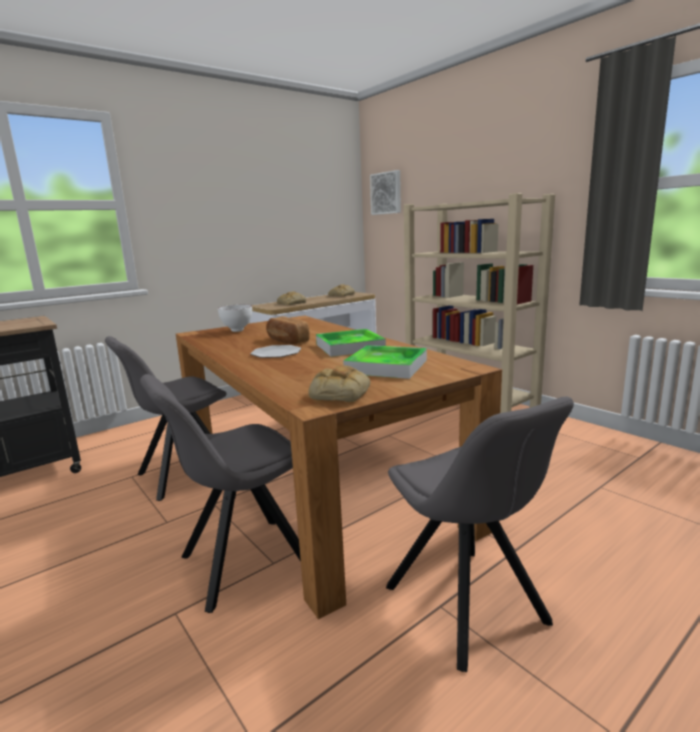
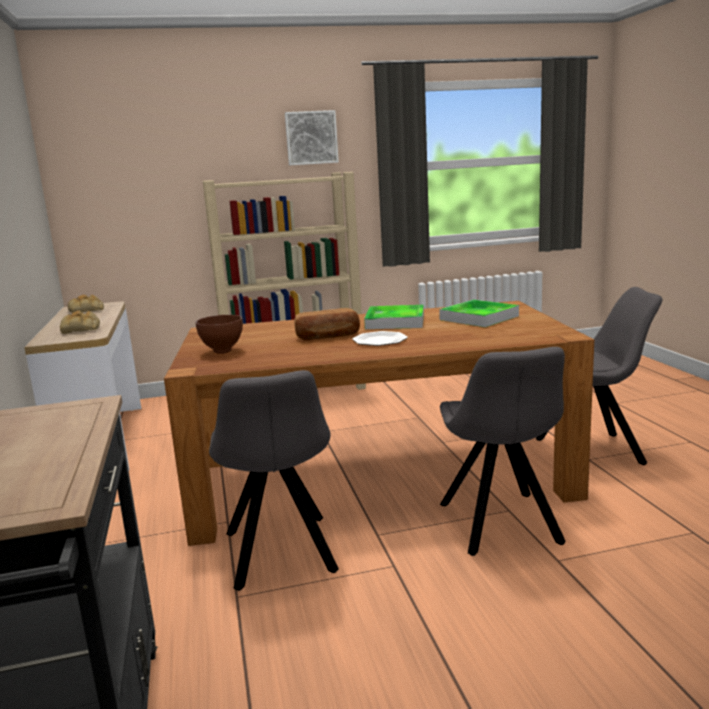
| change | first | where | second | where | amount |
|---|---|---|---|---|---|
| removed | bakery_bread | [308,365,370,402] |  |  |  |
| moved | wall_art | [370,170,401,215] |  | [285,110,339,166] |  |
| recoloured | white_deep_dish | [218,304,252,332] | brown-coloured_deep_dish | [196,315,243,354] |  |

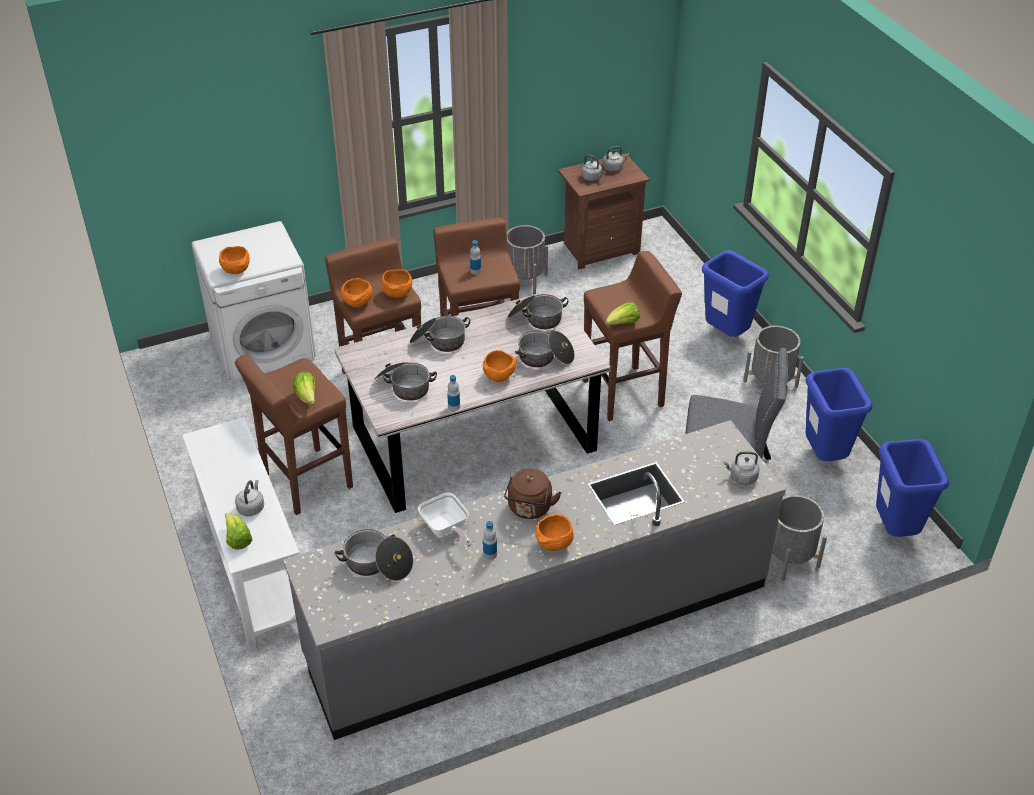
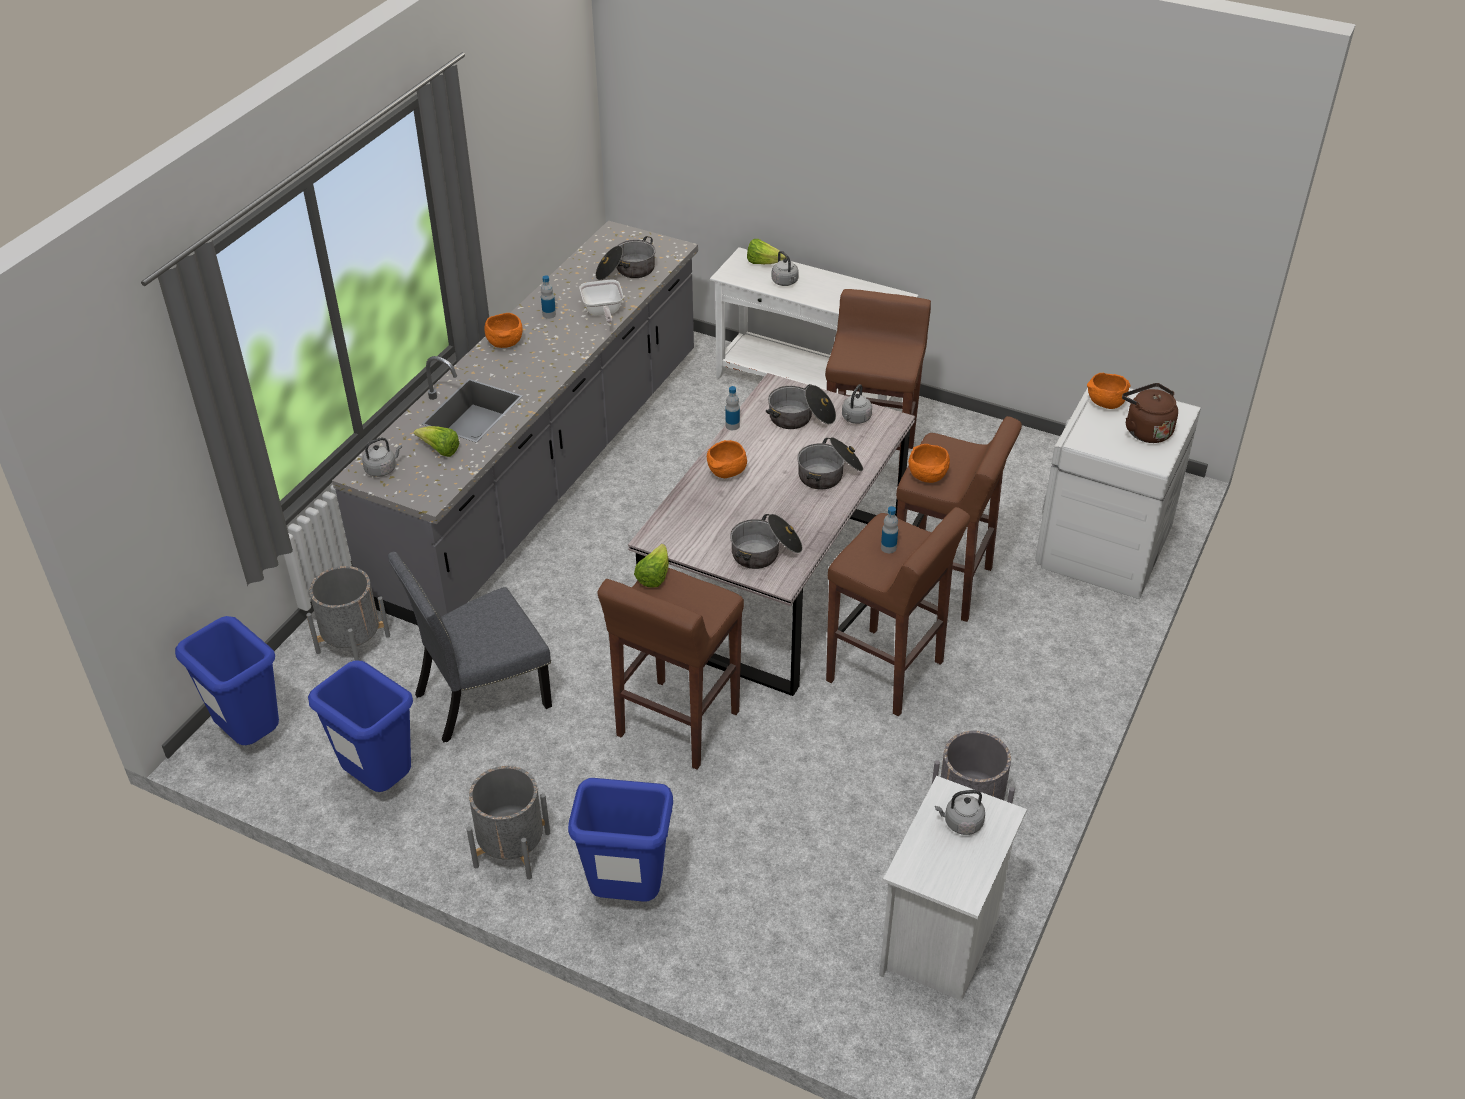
| change | first | where | second | where | amount |
|---|---|---|---|---|---|
| removed | orange_deep_dish | [341,278,373,308] |  |  |  |
| removed | stockpot | [515,330,575,367] |  |  |  |
| moved | lettuce_head | [293,372,316,405] |  | [414,426,459,457] |  |
| moved | brown-coloured_kettle | [504,469,562,519] |  | [1122,383,1178,443] |  |
| moved | grey_kettle | [603,146,629,172] |  | [842,384,872,424] |  |
| recoloured | brown-coloured_nightstand | [558,153,649,270] | white_nightstand | [879,776,1027,1001] |  |
| turned | skillet | [418,493,472,547] |  | [579,280,623,323] | 120 degrees counterclockwise |

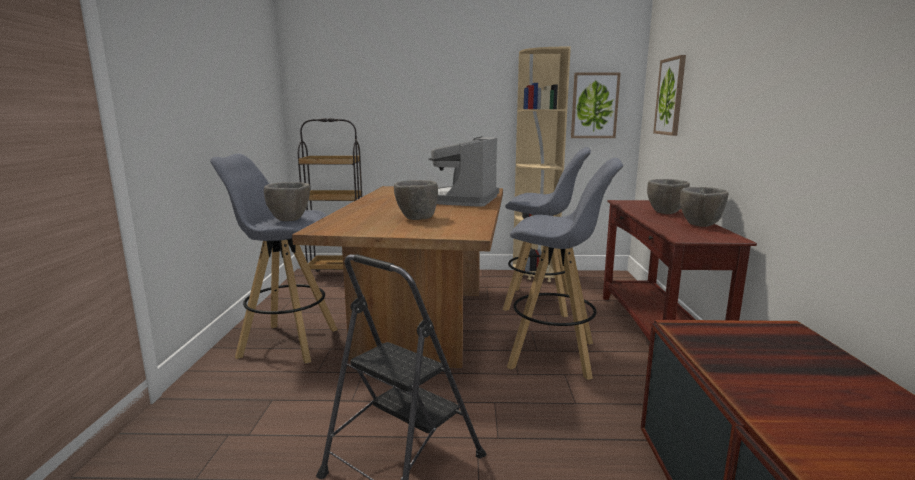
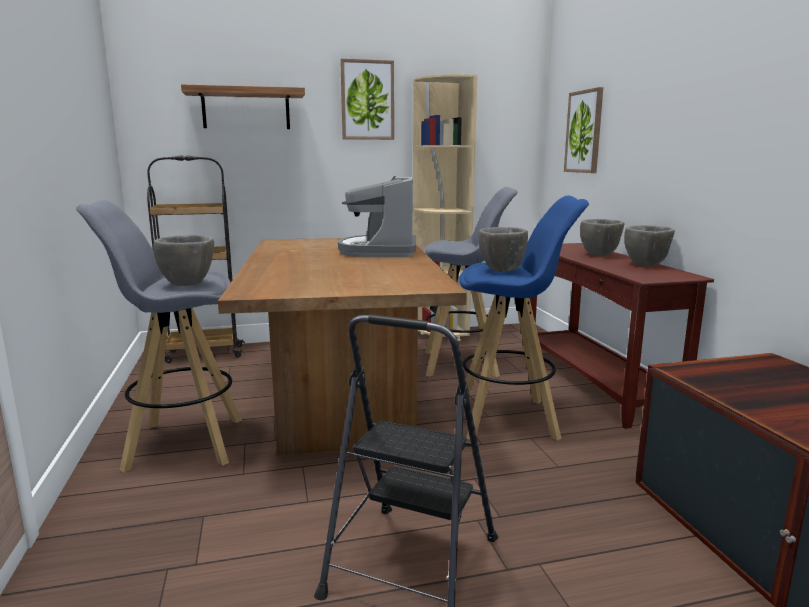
| change | first | where | second | where | amount |
|---|---|---|---|---|---|
| added |  |  | shelf | [181,84,305,129] |  |
| moved | grey_deep_dish | [394,180,438,220] |  | [478,227,528,272] |  |
| moved | wall_art | [571,72,621,138] |  | [340,59,394,140] |  |
| recoloured | grey_stool_seat | [507,158,623,380] | bluish_stool_seat | [460,196,589,441] |  |

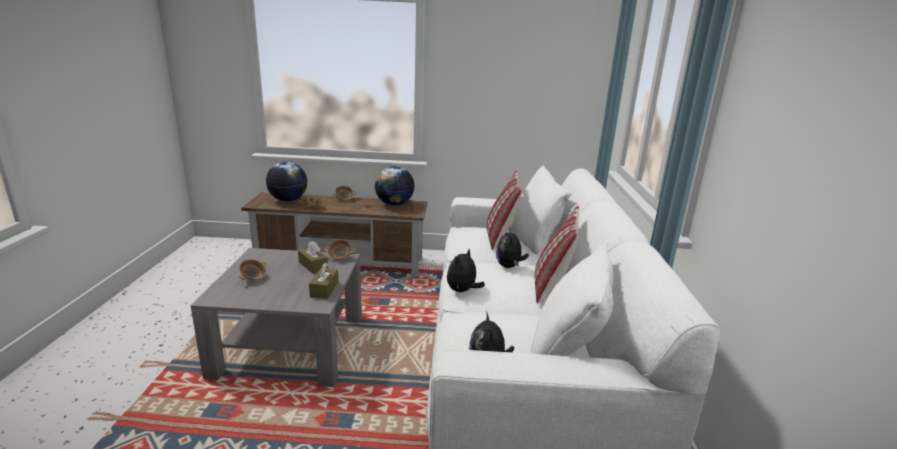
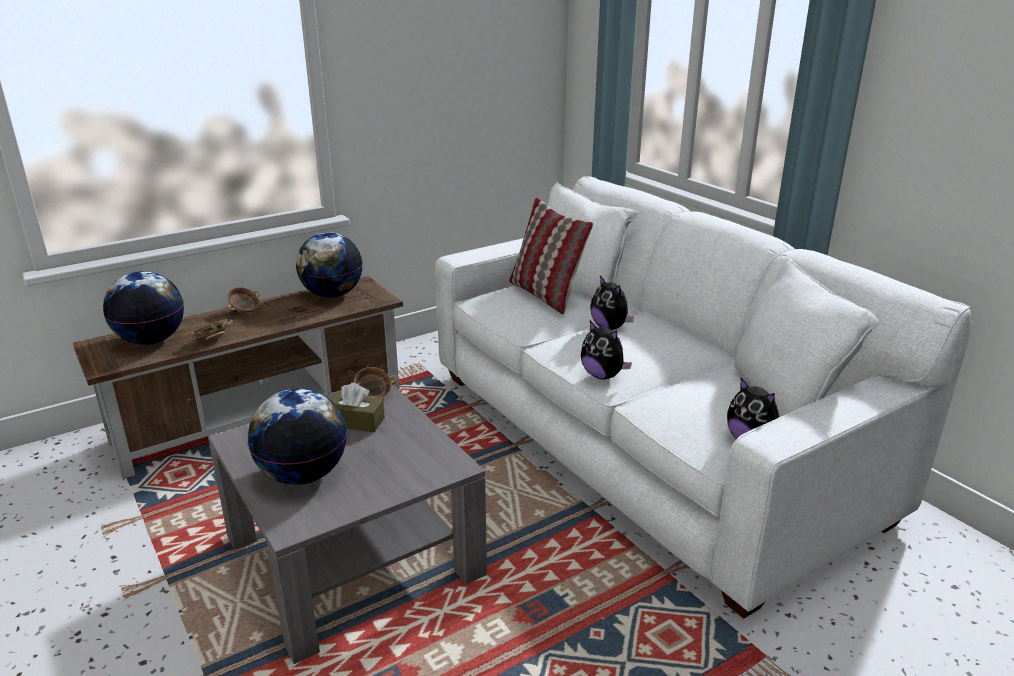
| change | first | where | second | where | amount |
|---|---|---|---|---|---|
| removed | brown-coloured_box_of_tissues | [309,263,338,299] |  |  |  |
| removed | pillow | [535,205,579,303] |  |  |  |
| replaced | deep_dish | [239,259,266,281] | world_globe | [248,388,347,485] |  |
| turned | cuddly_toy | [447,249,485,292] |  | [581,321,632,380] | 45 degrees counterclockwise |

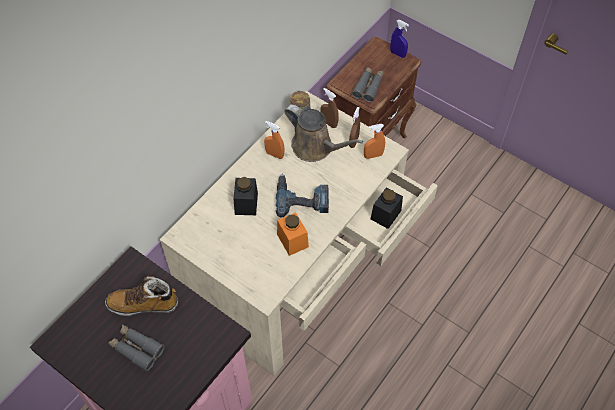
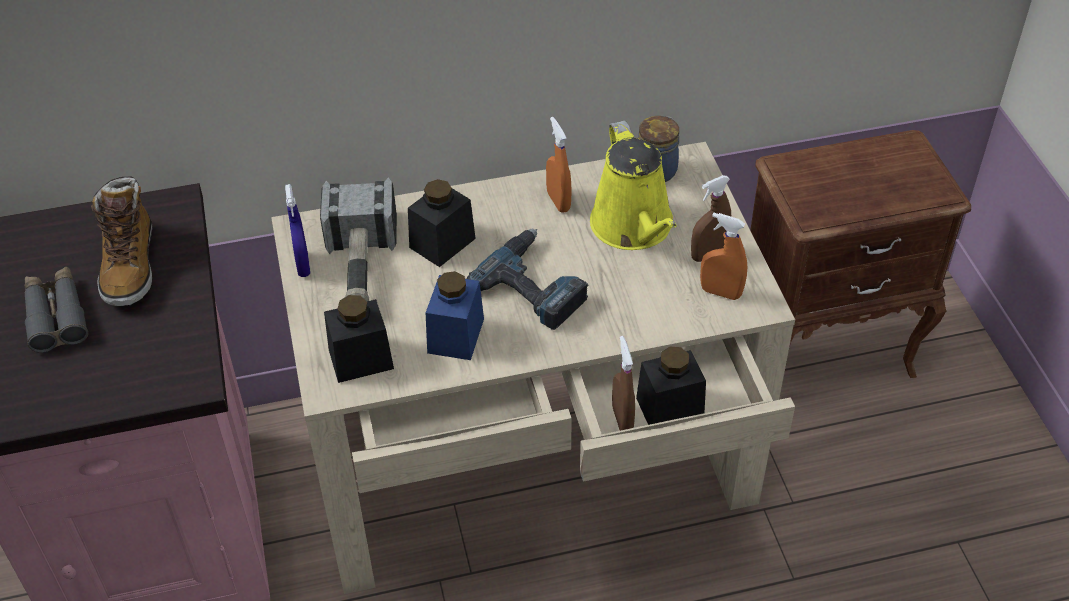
| change | first | where | second | where | amount |
|---|---|---|---|---|---|
| removed | grey_binoculars | [352,67,384,102] |  |  |  |
| added |  |  | hammer | [320,178,397,301] |  |
| added |  |  | black_preserve_jar | [324,295,394,383] |  |
| moved | brown-coloured_spray_bottle | [320,88,339,128] |  | [612,336,635,431] |  |
| moved | bluish_spray_bottle | [390,20,409,58] |  | [285,184,310,277] |  |
| recoloured | orange_preserve_jar | [277,212,309,256] | bluish_preserve_jar | [426,271,484,360] |  |
| recoloured | brown-coloured_watering_can | [284,104,363,162] | yellowish_watering_can | [590,121,677,250] |  |
| turned | tall_boot | [105,276,178,316] |  | [91,177,153,306] | 135 degrees counterclockwise |

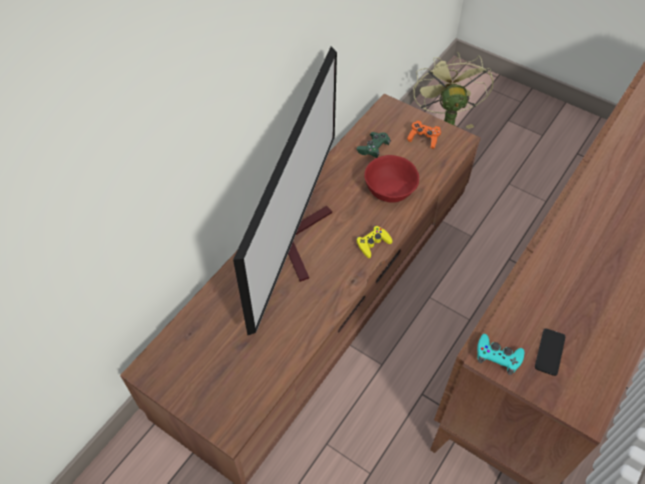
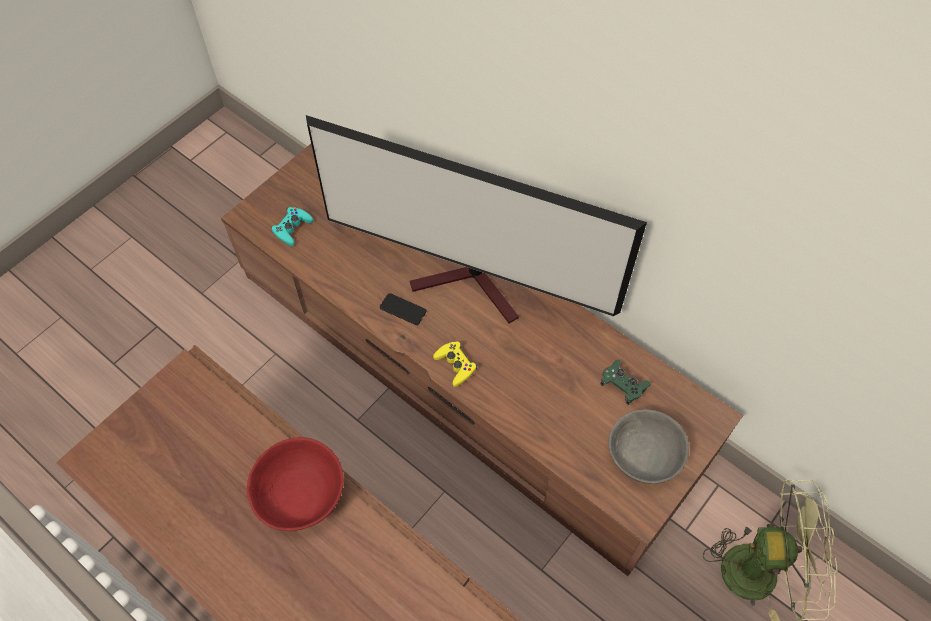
| change | first | where | second | where | amount |
|---|---|---|---|---|---|
| moved | red_deep_dish | [364,155,419,203] |  | [247,437,344,531] |  |
| moved | turquoise-coloured_gamepad | [477,334,524,375] |  | [271,207,313,246] |  |
| moved | handset | [535,328,565,376] |  | [380,293,426,325] |  |
| replaced | orange_gamepad | [407,121,441,149] | grey_deep_dish | [609,409,689,484] |  |

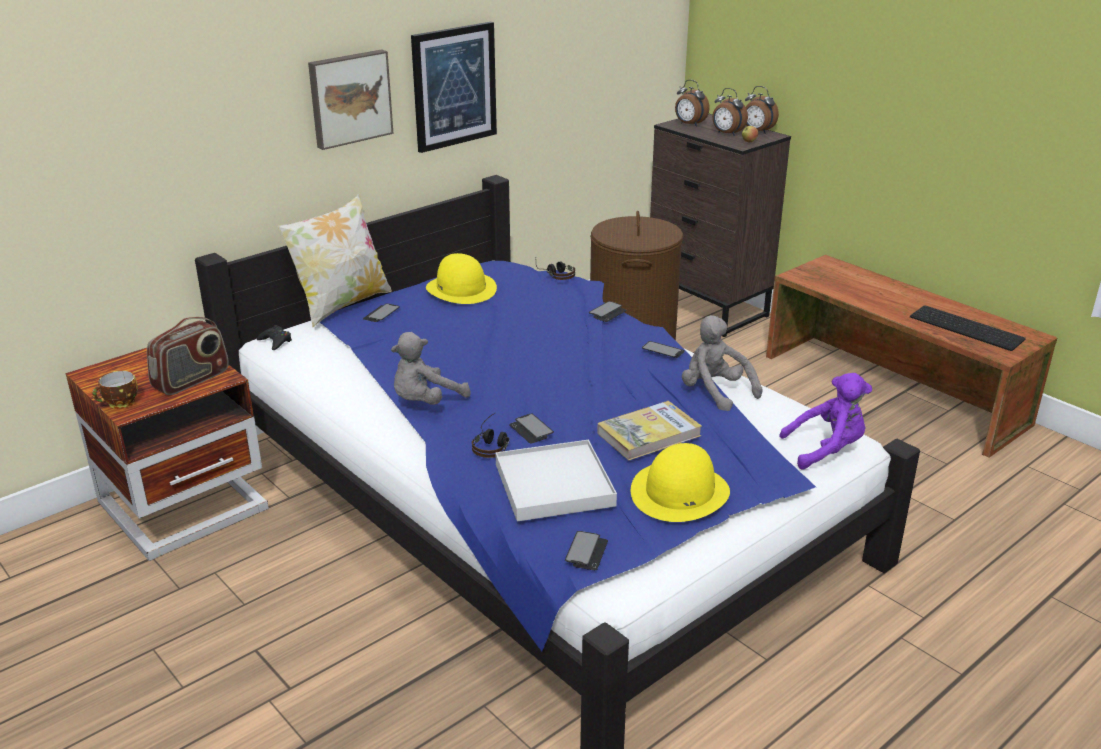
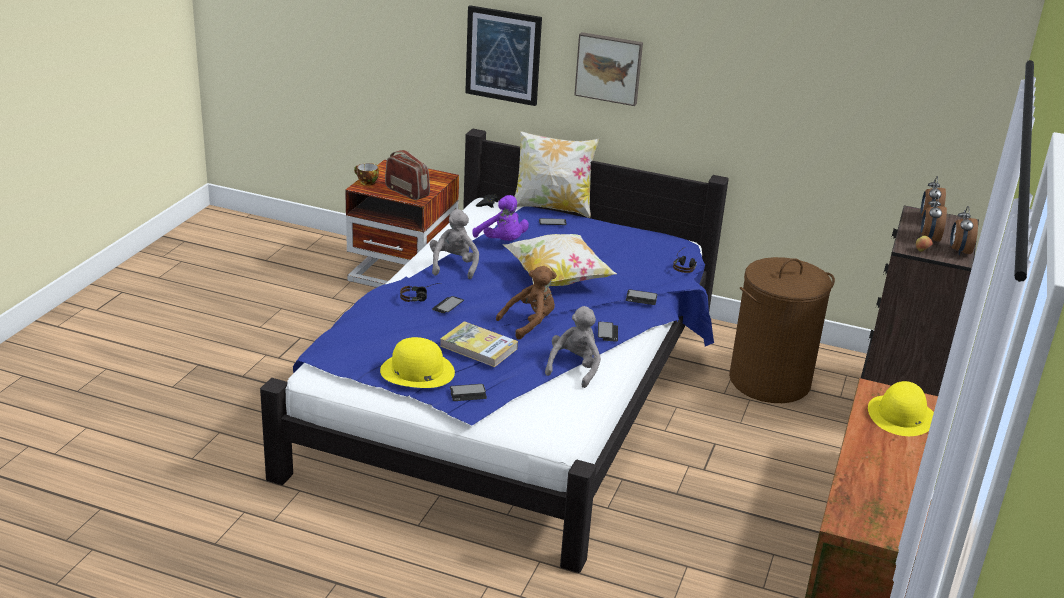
| change | first | where | second | where | amount |
|---|---|---|---|---|---|
| removed | white_carrying_tray | [496,440,617,522] |  |  |  |
| removed | keyboard | [910,305,1026,351] |  |  |  |
| added |  |  | brown-coloured_cuddly_toy | [496,266,557,339] |  |
| added |  |  | pillow | [503,234,617,286] |  |
| moved | wall_art | [411,22,497,153] |  | [465,5,542,106] |  |
| moved | yellowish_hat | [426,253,497,304] |  | [868,381,934,436] |  |
| moved | handset | [565,531,608,570] |  | [450,384,487,401] |  |
| moved | purplish_cuddly_toy | [779,373,872,470] |  | [472,195,529,241] |  |
| turned | radio_set | [147,317,229,395] |  | [385,150,430,200] | 150 degrees counterclockwise |
| turned | grey_cuddly_toy | [391,332,470,405] |  | [430,209,479,279] | 75 degrees clockwise |

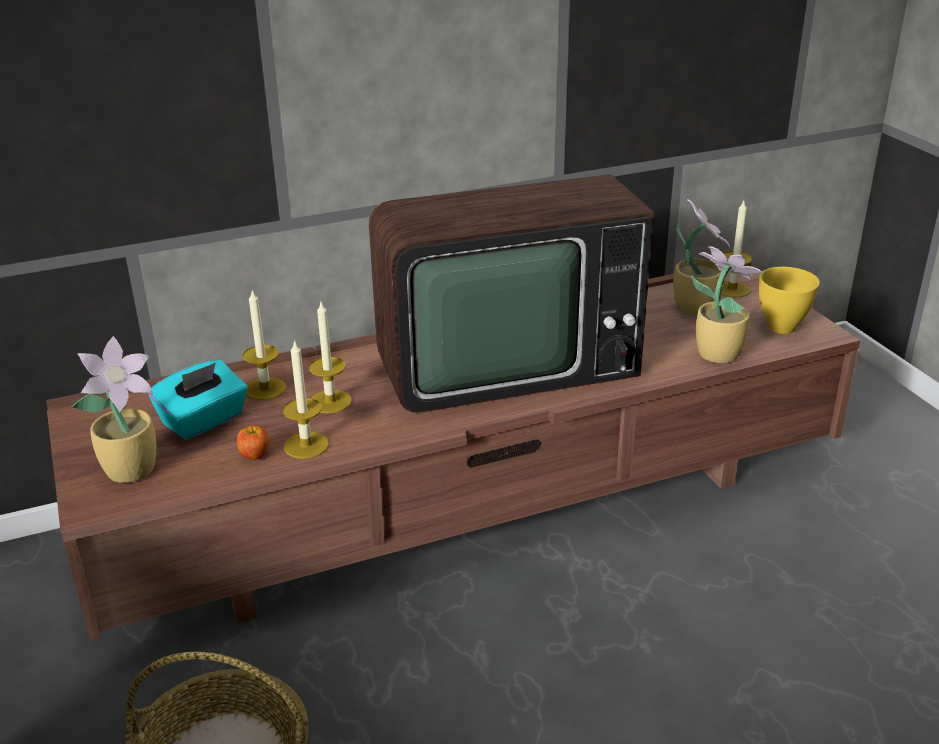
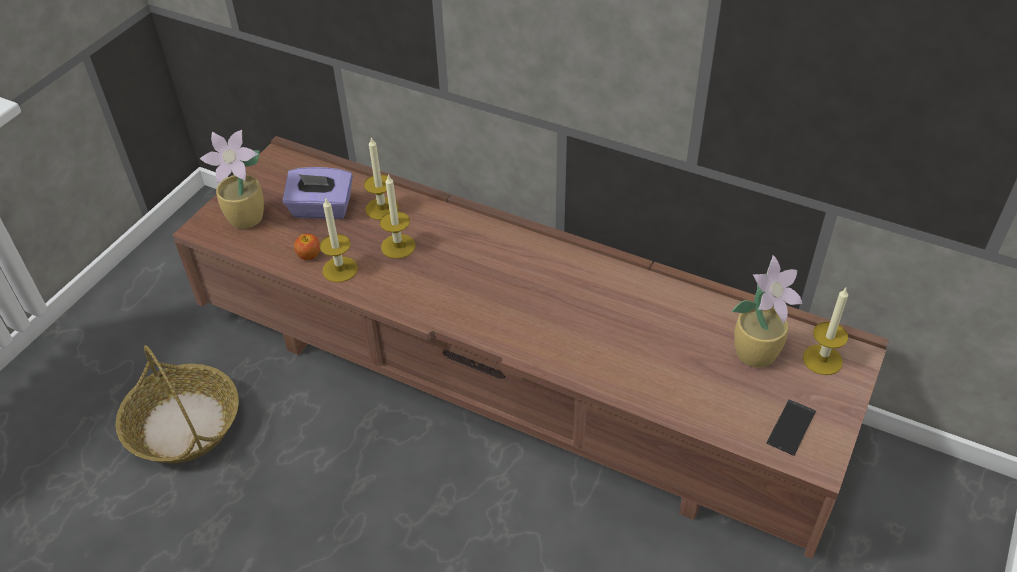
| change | first | where | second | where | amount |
|---|---|---|---|---|---|
| removed | television | [369,174,654,413] |  |  |  |
| removed | potted_plant | [691,246,763,363] |  |  |  |
| replaced | yellowish_deep_dish | [759,267,820,334] | handset | [766,399,816,456] |  |
| recoloured | turquoise-coloured_box_of_tissues | [148,360,248,440] | purplish_box_of_tissues | [282,167,353,219] |  |

